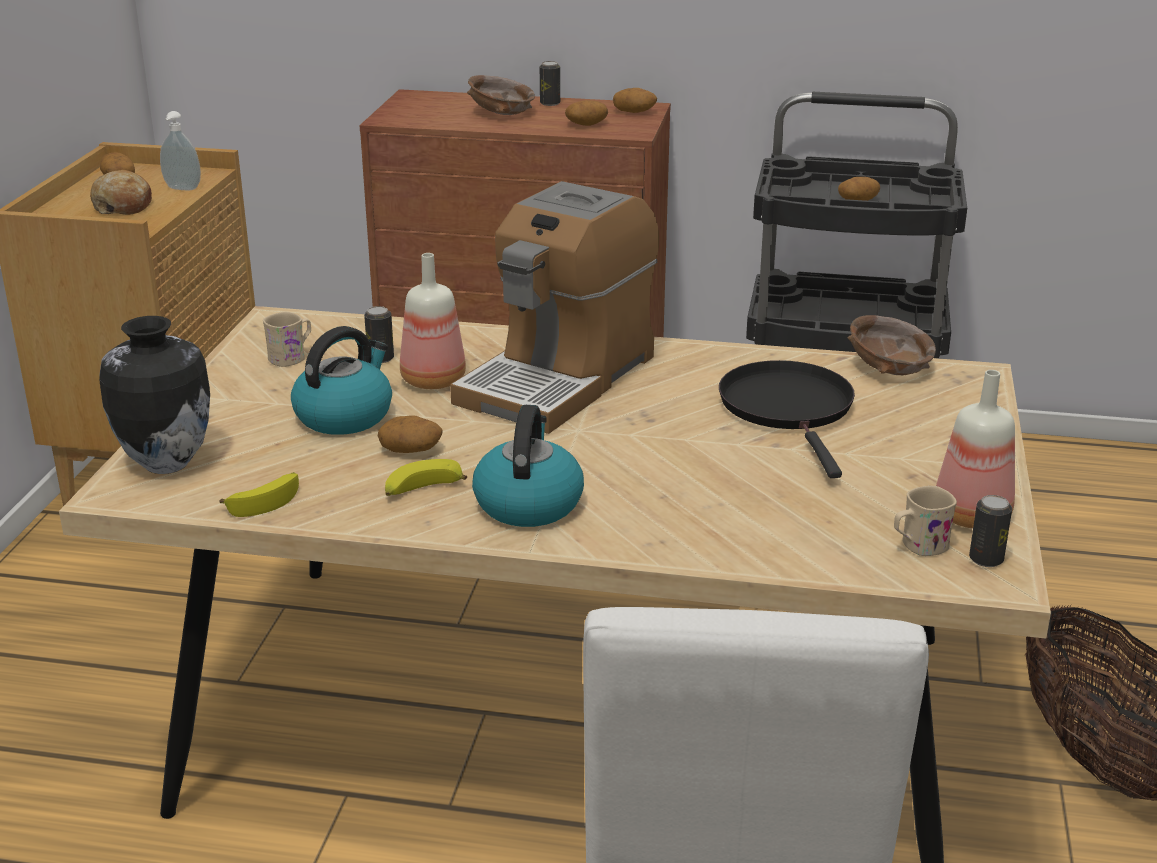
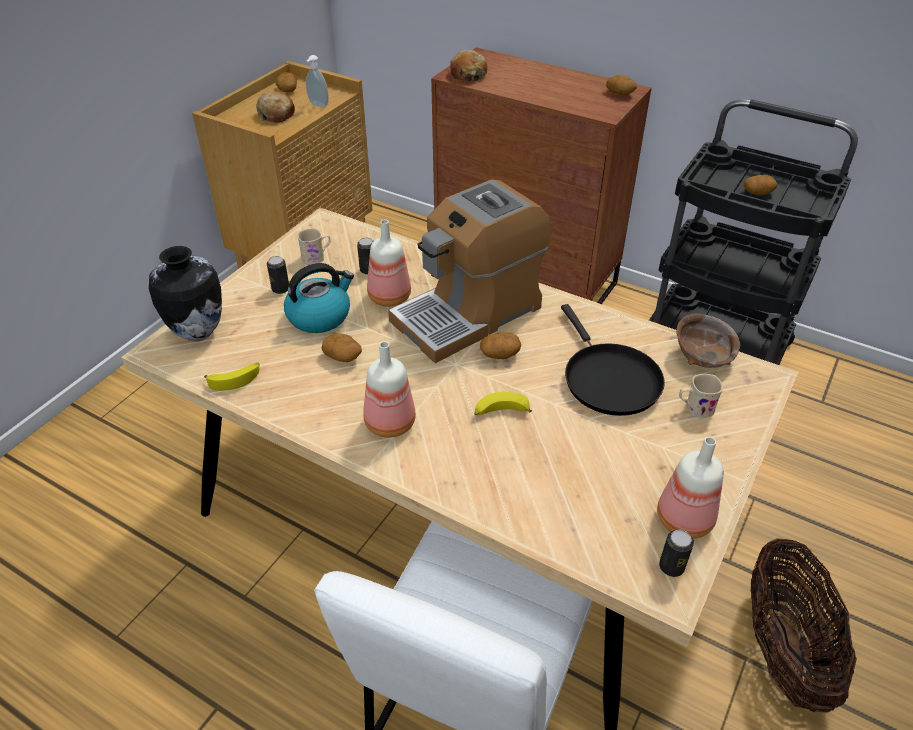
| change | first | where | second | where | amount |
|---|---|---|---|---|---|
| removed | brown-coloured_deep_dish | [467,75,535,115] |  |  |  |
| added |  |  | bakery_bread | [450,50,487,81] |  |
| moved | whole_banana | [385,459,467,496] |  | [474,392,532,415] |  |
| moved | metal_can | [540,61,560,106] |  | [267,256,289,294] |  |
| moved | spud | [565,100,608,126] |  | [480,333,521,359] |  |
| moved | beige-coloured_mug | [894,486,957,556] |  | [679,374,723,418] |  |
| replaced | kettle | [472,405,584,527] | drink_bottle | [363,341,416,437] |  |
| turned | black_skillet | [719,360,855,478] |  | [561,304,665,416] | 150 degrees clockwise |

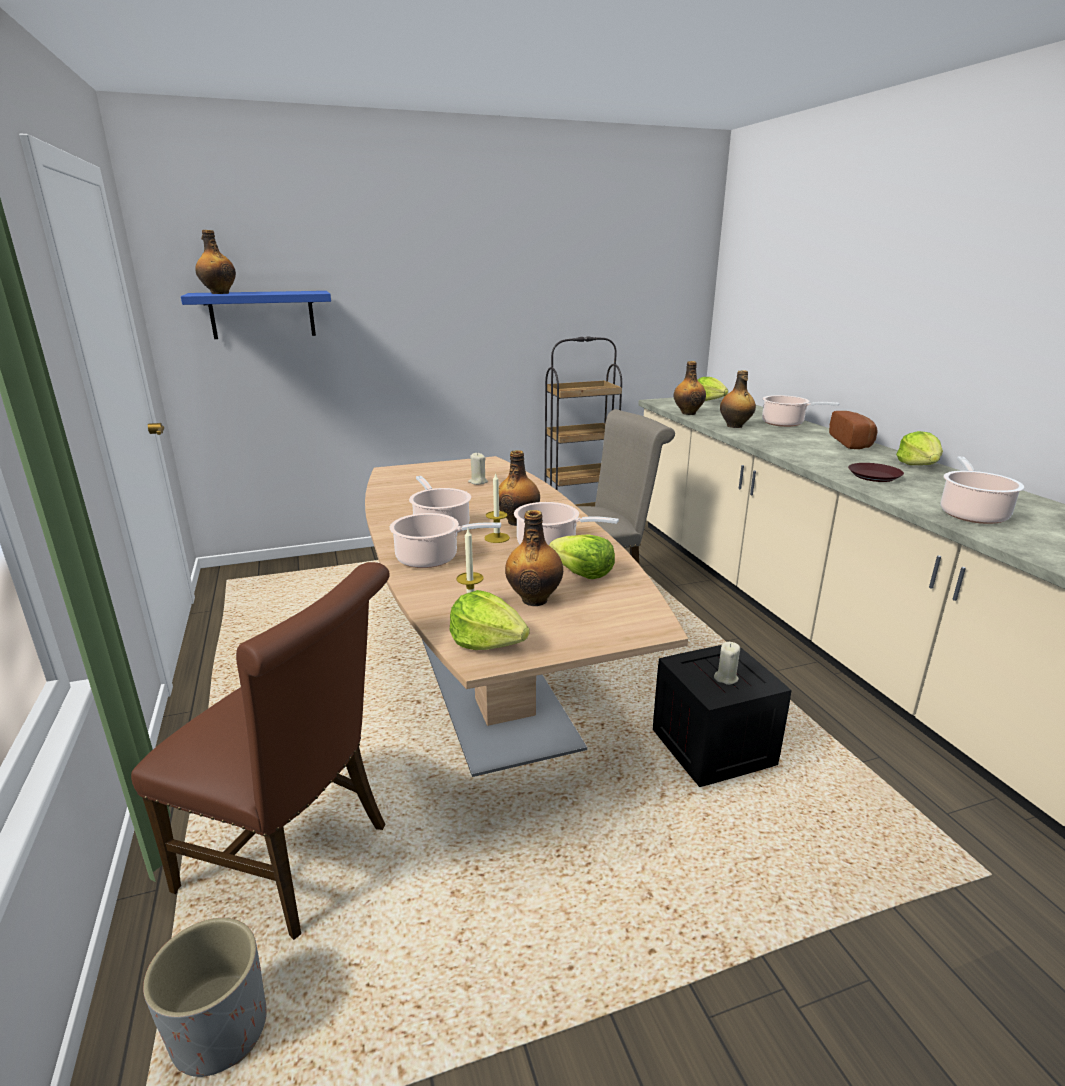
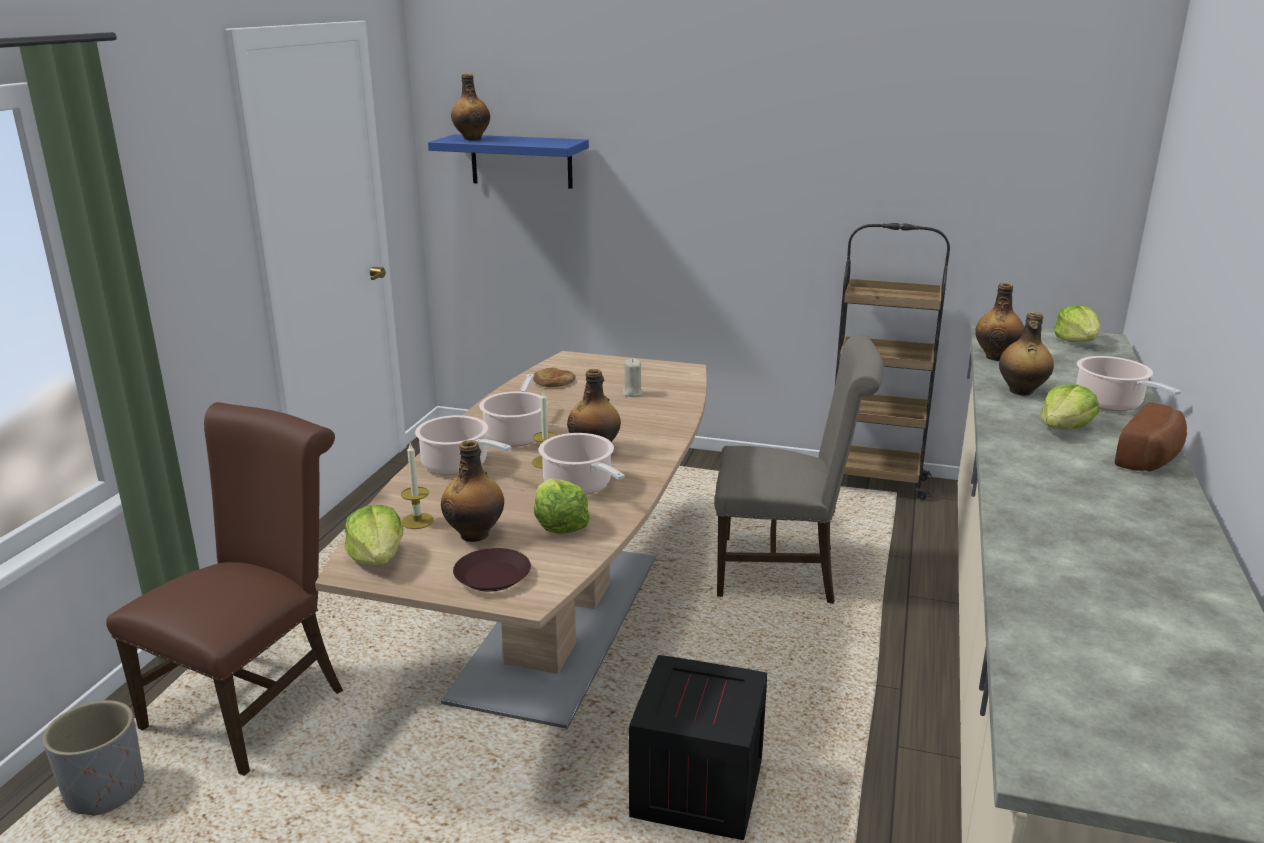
| change | first | where | second | where | amount |
|---|---|---|---|---|---|
| removed | beige-coloured_candle | [714,642,740,685] |  |  |  |
| removed | stockpot | [941,457,1024,524] |  |  |  |
| added |  |  | bakery_bread | [533,367,576,387] |  |
| moved | brown-coloured_plate | [848,463,904,482] |  | [453,548,531,592] |  |
| moved | lettuce_head | [896,431,943,465] |  | [1040,384,1099,430] |  |
| turned | brown-coloured_upright_chair | [131,562,390,940] |  | [106,402,343,776] | 120 degrees counterclockwise |

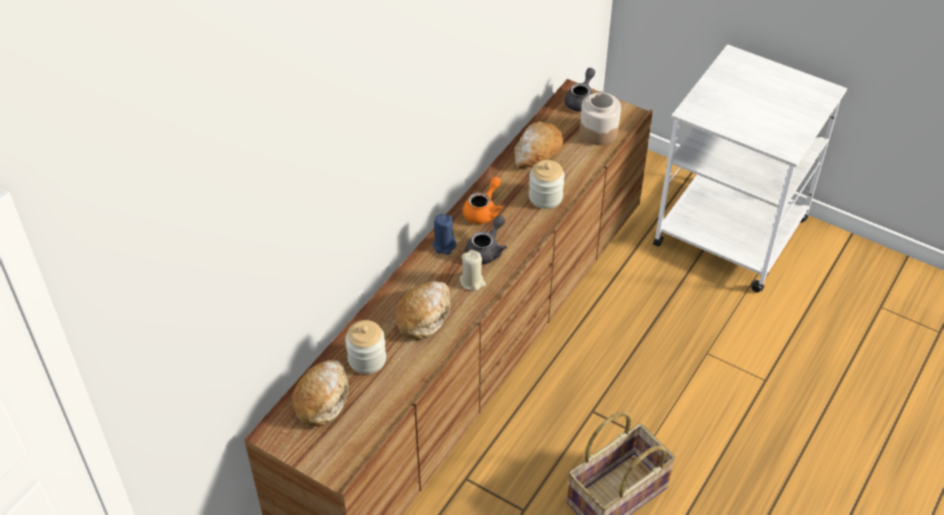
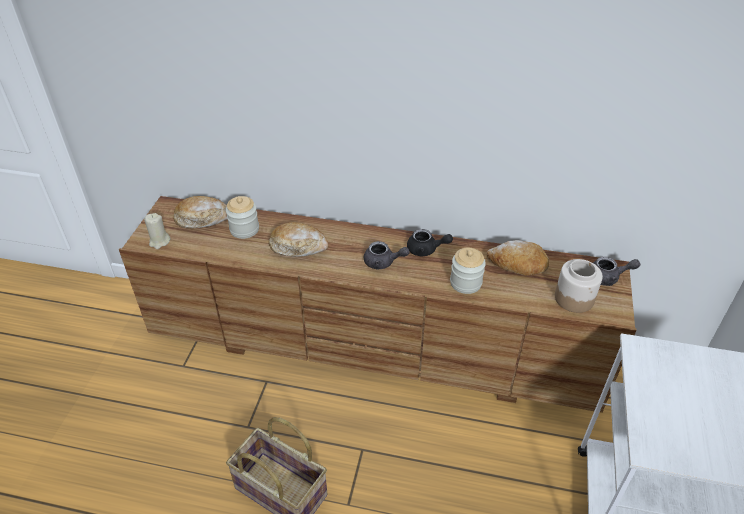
| change | first | where | second | where | amount |
|---|---|---|---|---|---|
| removed | bluish_candle | [432,214,456,255] |  |  |  |
| moved | beige-coloured_candle | [460,250,486,291] |  | [144,213,170,249] |  |
| recoloured | orange_pot_for_tea | [463,177,503,224] | black_pot_for_tea | [407,229,453,257] |  |

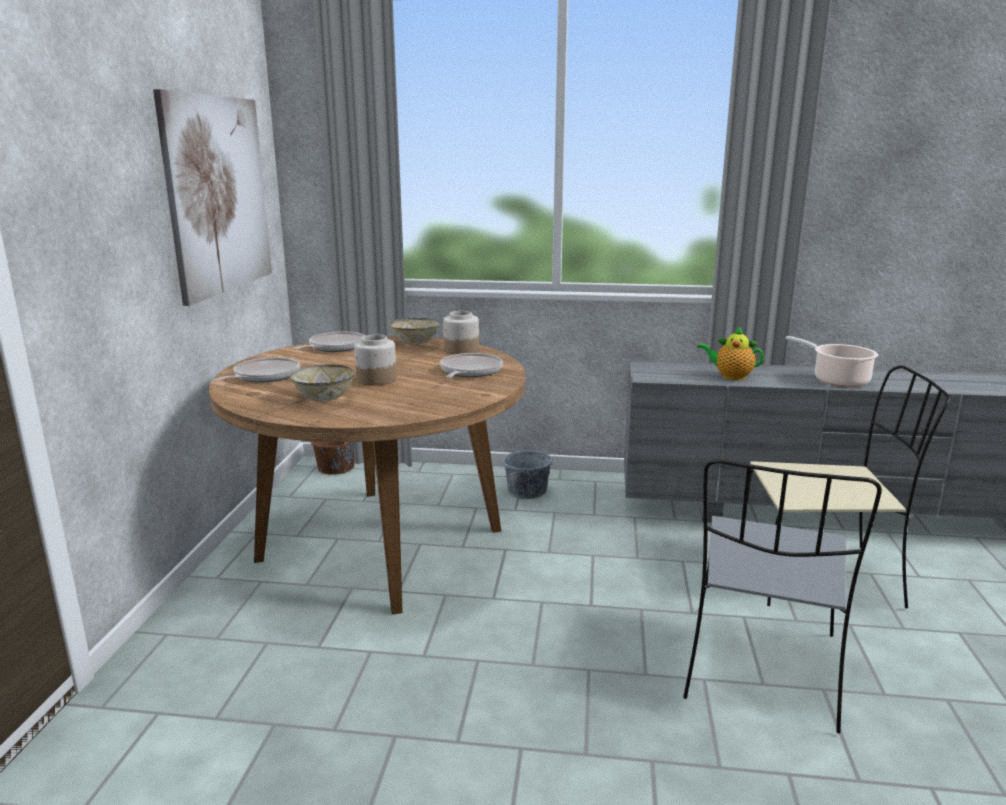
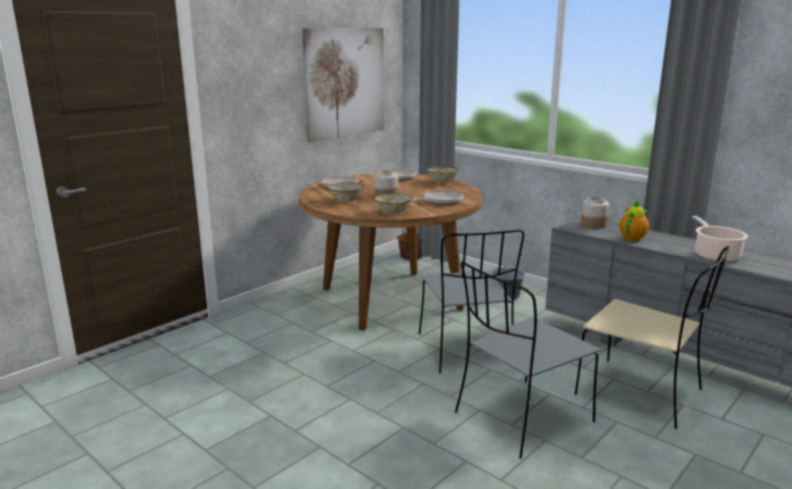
| change | first | where | second | where | amount |
|---|---|---|---|---|---|
| added |  |  | deep_dish | [374,193,412,214] |  |
| added |  |  | grey_upright_chair | [419,230,524,373] |  |
| moved | preserve_jar | [443,311,479,355] |  | [581,197,609,228] |  |
| turned | pot_for_tea | [697,326,764,380] |  | [619,200,649,241] | 75 degrees clockwise |

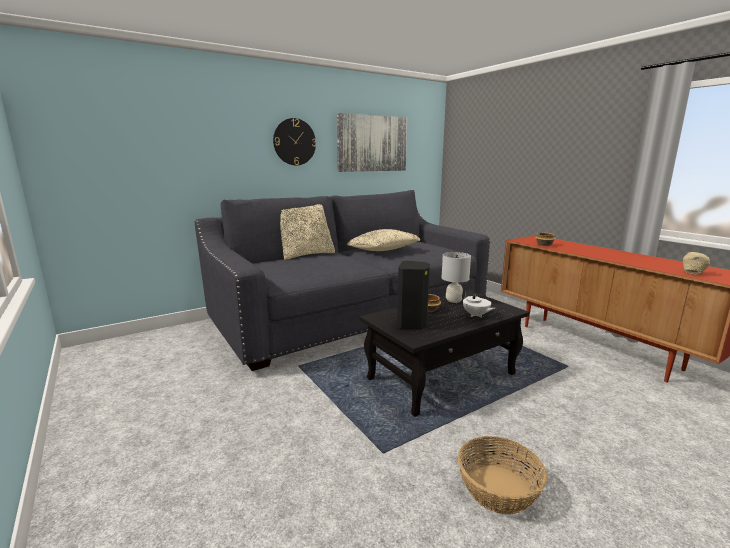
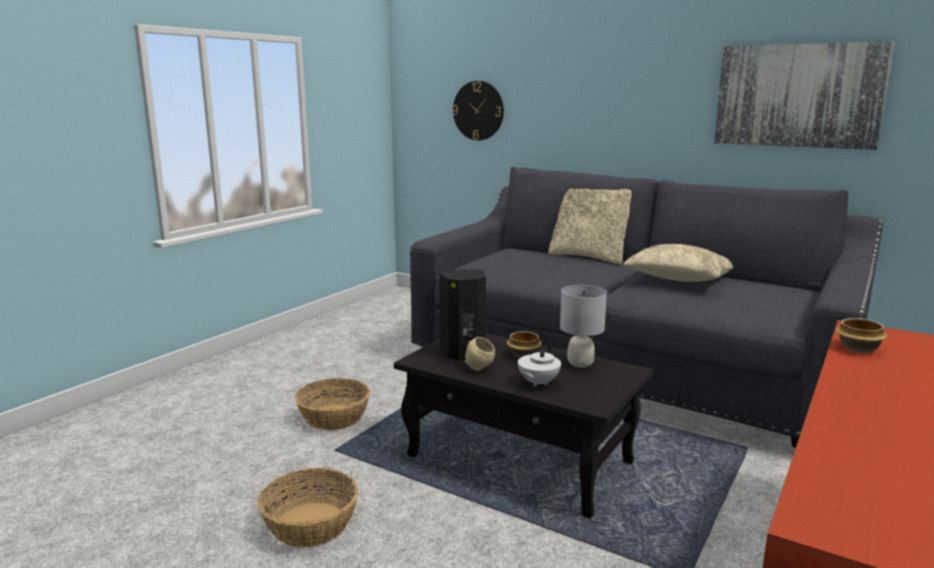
| change | first | where | second | where | amount |
|---|---|---|---|---|---|
| added |  |  | basket | [295,378,370,430] |  |
| moved | clock_on_the_wall | [273,118,316,165] |  | [452,81,504,140] |  |
| moved | beige-coloured_deep_dish | [683,252,710,275] |  | [465,337,495,371] |  |

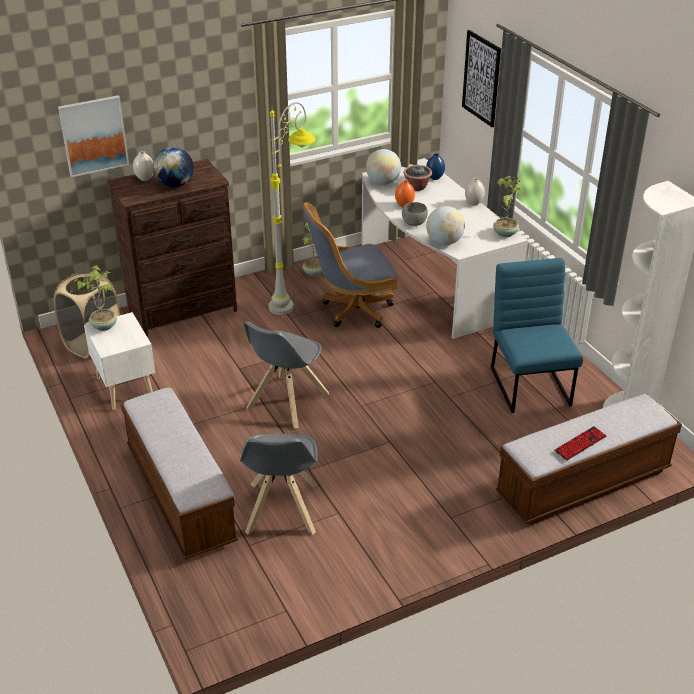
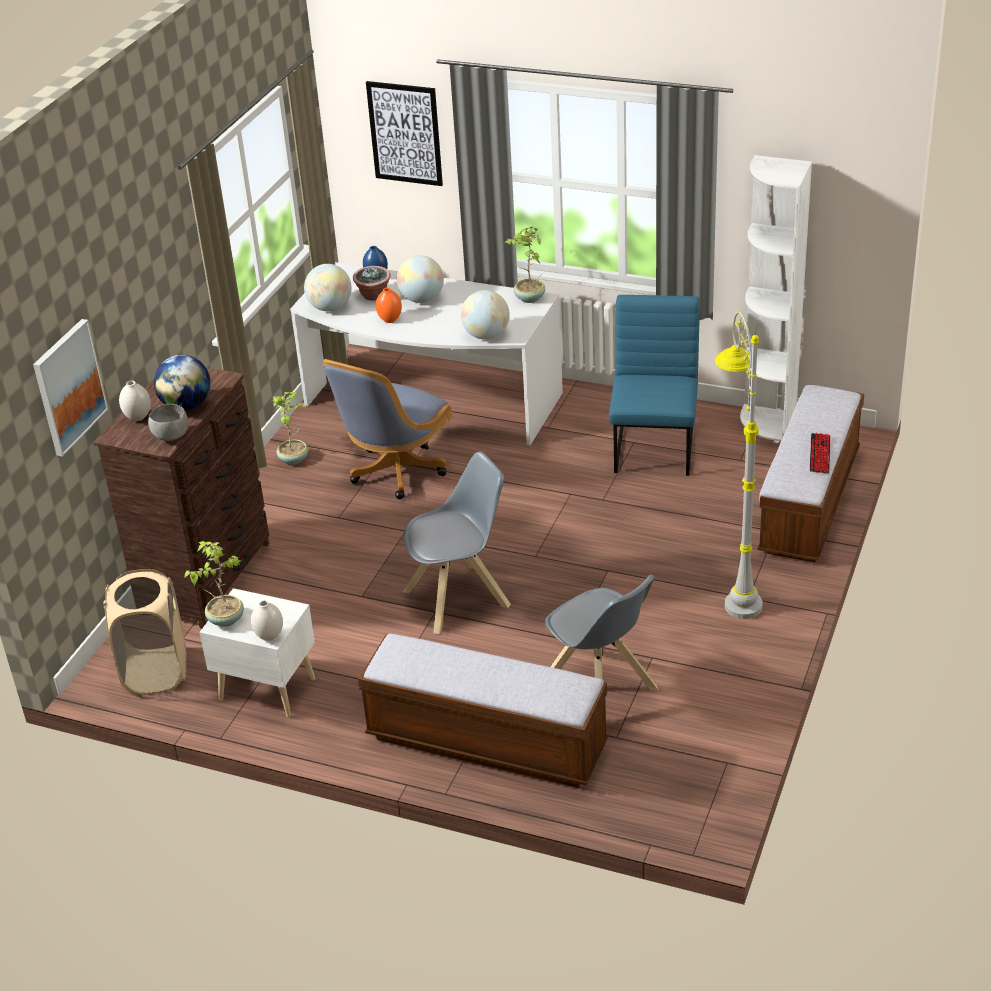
| change | first | where | second | where | amount |
|---|---|---|---|---|---|
| added |  |  | world_globe | [397,255,444,303] |  |
| moved | grey_standard_lamp | [269,102,316,315] |  | [715,311,763,619] |  |
| moved | grey_deep_dish | [402,202,428,226] |  | [148,404,188,441] |  |
| moved | white_flower_vase | [465,178,485,205] |  | [251,600,283,641] |  |
| turned | grey_upright_chair | [243,321,329,429] |  | [403,452,511,634] | 105 degrees counterclockwise |
| turned | bluish_upright_chair | [491,258,583,413] |  | [609,295,700,476] | 60 degrees clockwise |

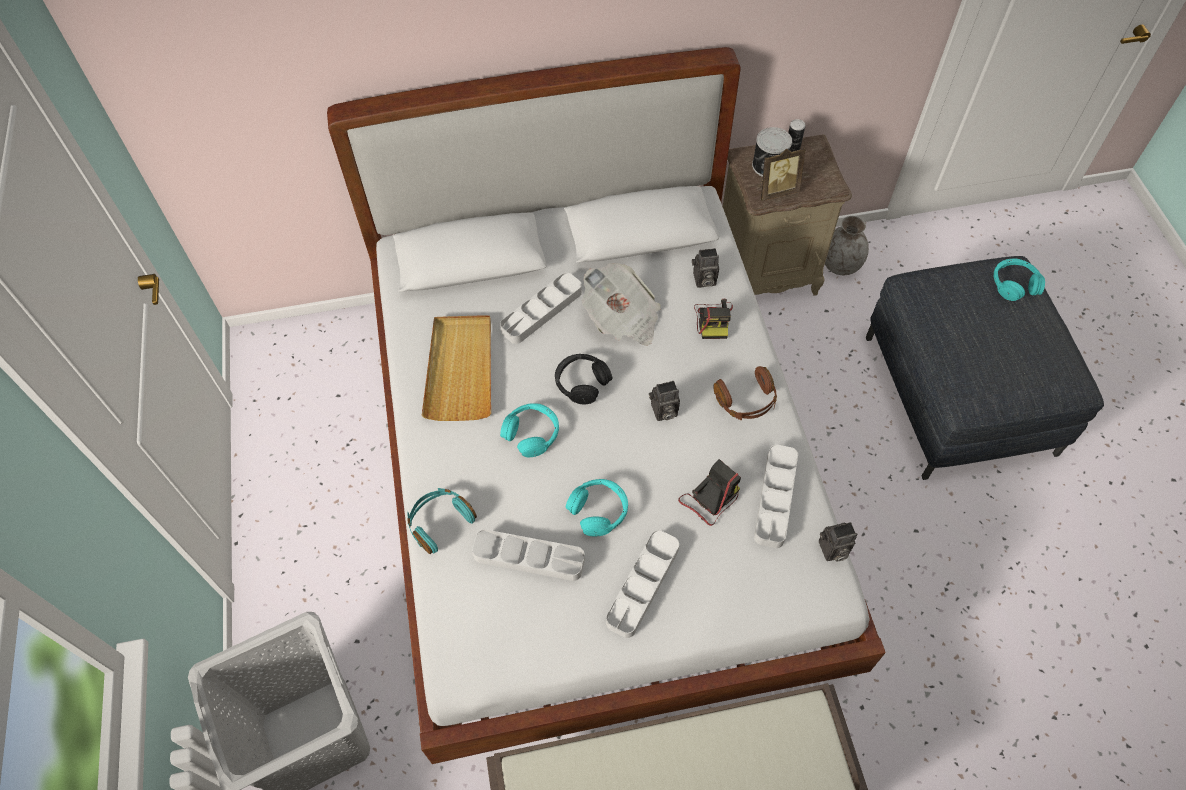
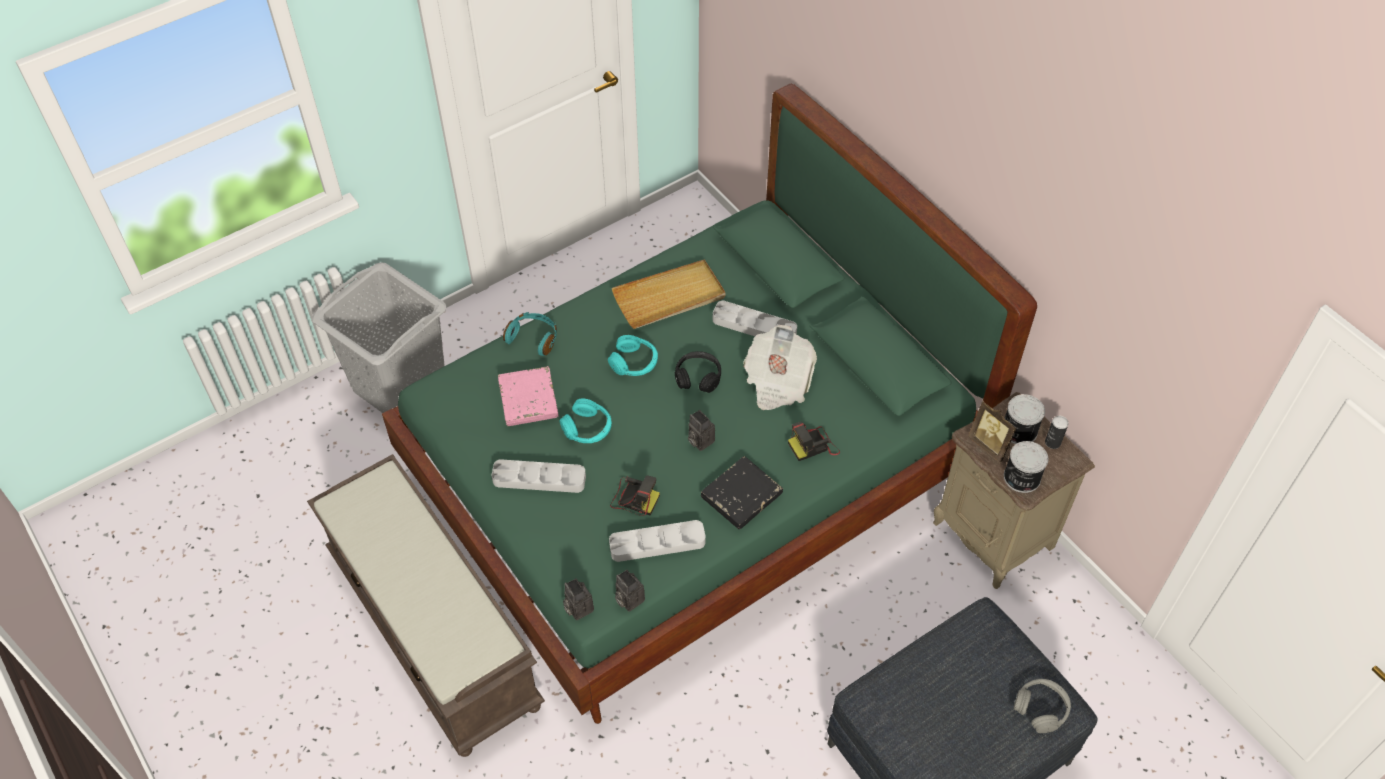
| change | first | where | second | where | amount |
|---|---|---|---|---|---|
| removed | grey_flower_vase | [825,216,869,275] |  |  |  |
| added |  |  | metal_can | [1004,441,1048,493] |  |
| moved | still_camera | [692,248,719,288] |  | [563,578,594,620] |  |
| replaced | grey_carrying_tray | [472,529,585,581] | pinkish_book | [498,366,559,426] |  |
| replaced | brown-coloured_headphones | [714,366,777,420] | black_book | [701,456,783,529] |  |
| recoloured | white_sleeping_bed | [327,47,886,764] | greenish_sleeping_bed | [382,84,1037,724] |  |
| recoloured | turquoise-coloured_headphones | [994,259,1045,301] | grey_headphones | [1014,679,1071,733] |  |

